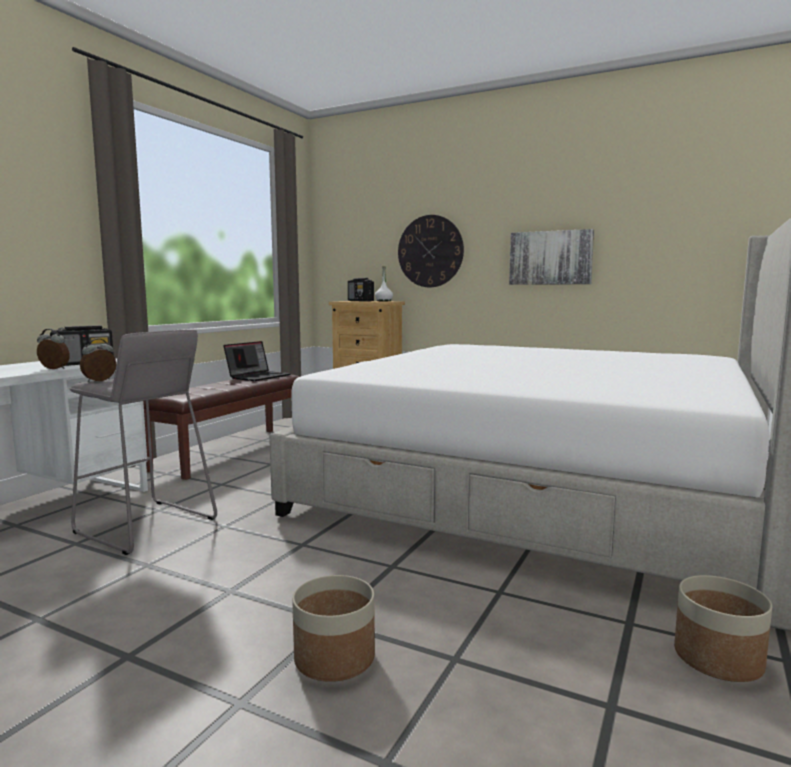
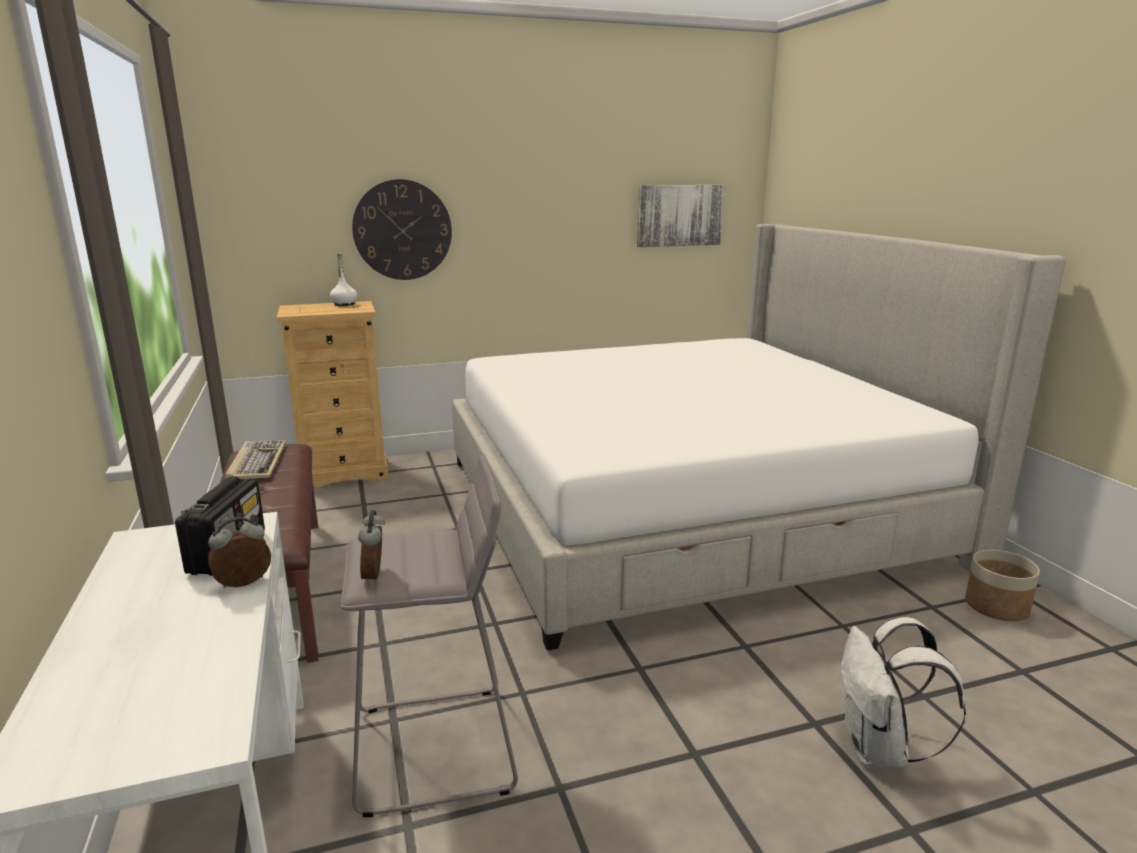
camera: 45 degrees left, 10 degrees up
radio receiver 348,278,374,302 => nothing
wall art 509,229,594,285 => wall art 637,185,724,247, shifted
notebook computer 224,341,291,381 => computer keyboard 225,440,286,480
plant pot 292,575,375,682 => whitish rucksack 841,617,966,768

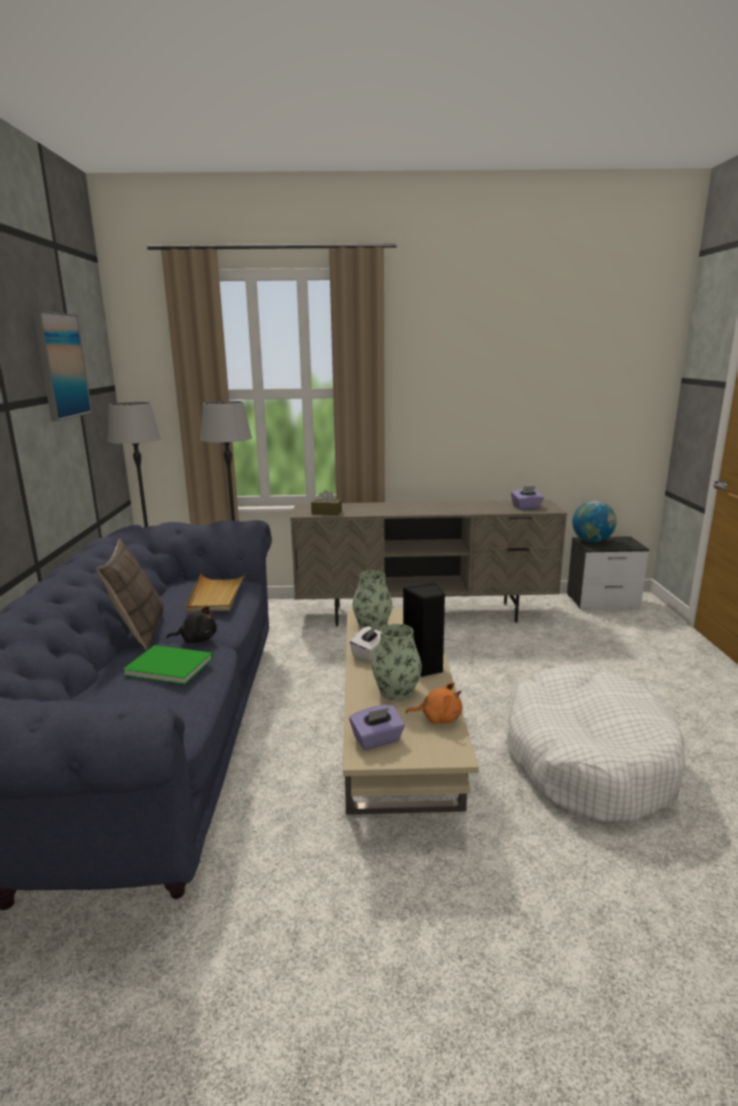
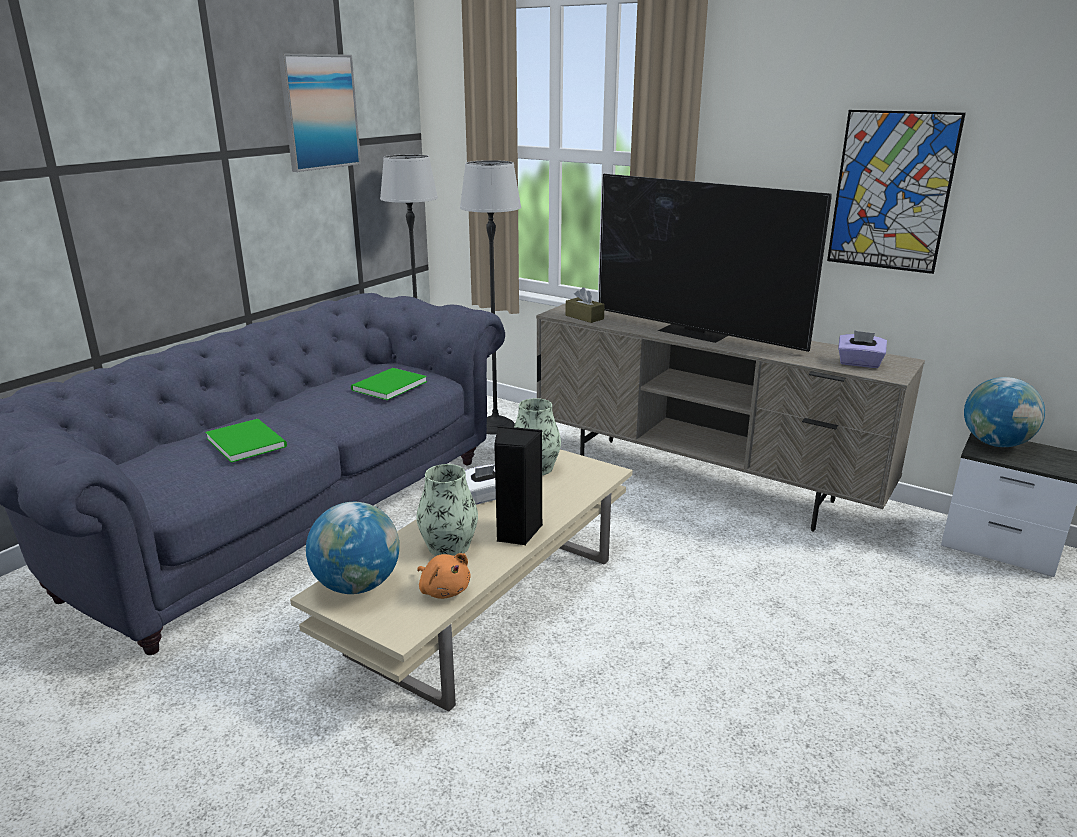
camera: 35 degrees right, 5 degrees up
pillow 97,539,163,651 => nothing
blackish cuddly toy 167,606,217,643 => nothing
whitish pet bed 505,664,685,825 => nothing
nothing => television 599,174,831,352
nothing => wall art 827,110,966,274
sand-coloured carrying tray 186,572,246,612 => greenish bound book 351,368,427,400
purplish tissue box 349,705,405,750 => desk globe 306,502,400,594

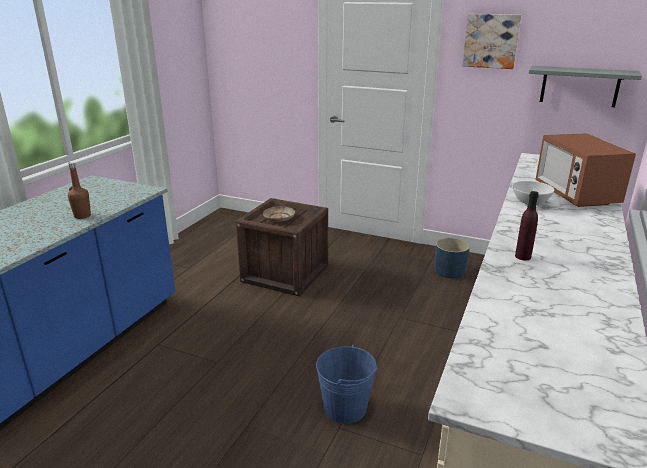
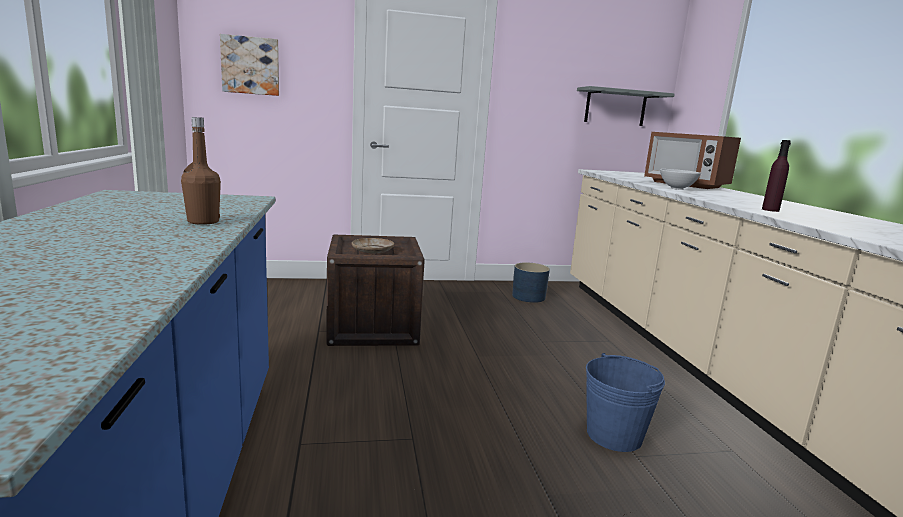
camera: 35 degrees left, 10 degrees down
wall art 462,14,521,69 => wall art 220,34,279,96, shifted

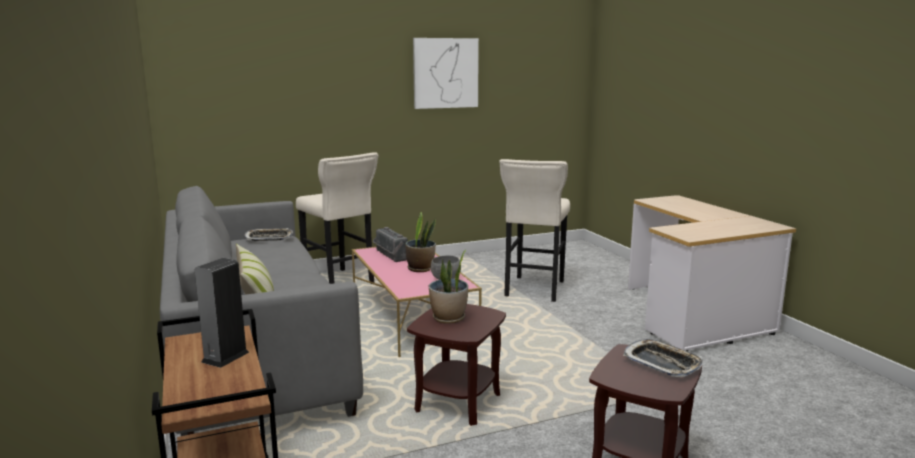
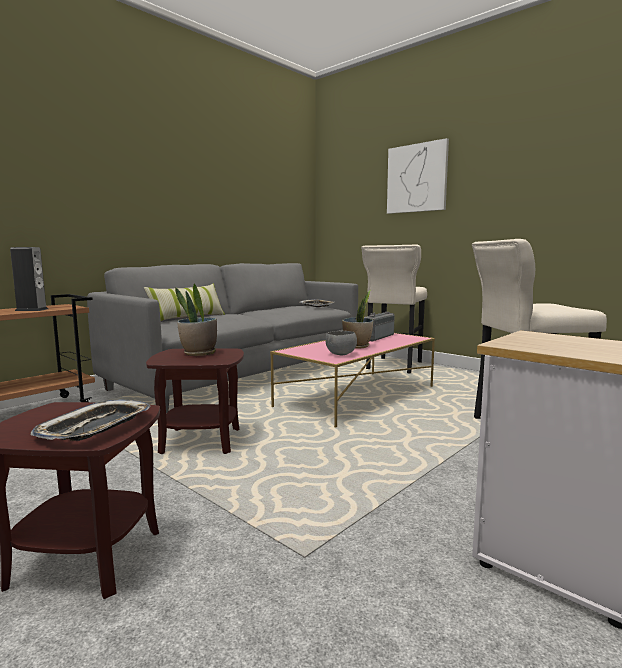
camera: 65 degrees right, 5 degrees down
wall art 413,38,479,109 => wall art 387,138,449,214, shifted

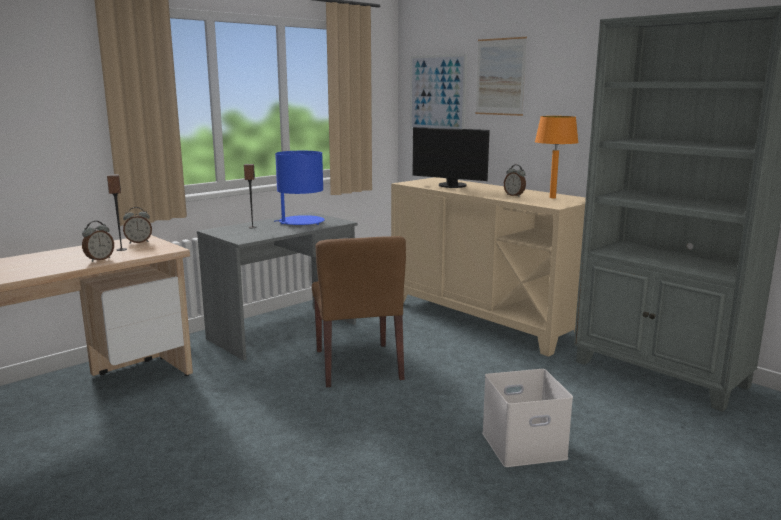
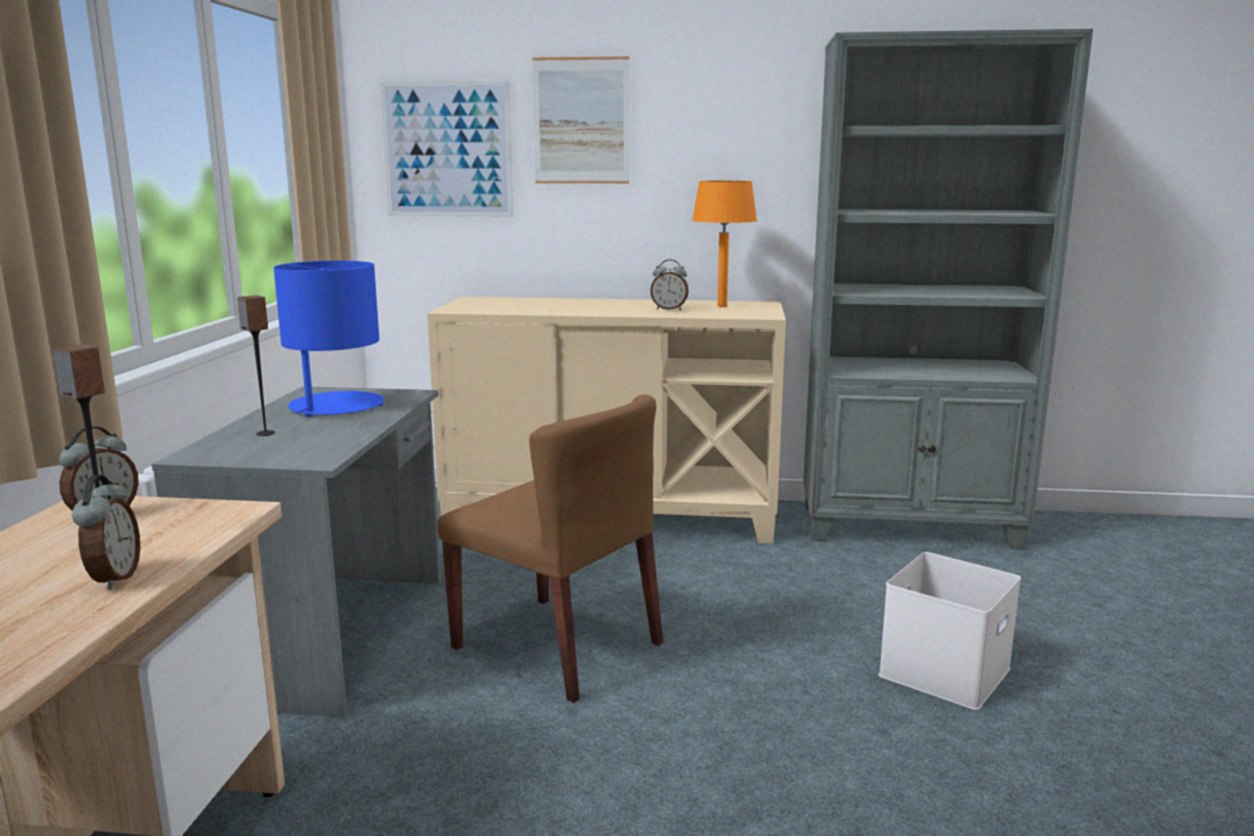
camera: 40 degrees left, 0 degrees up
computer screen 413,127,490,188 => nothing

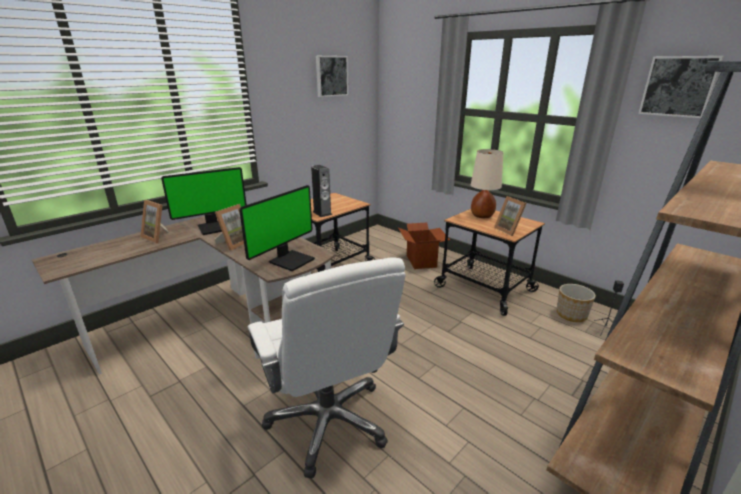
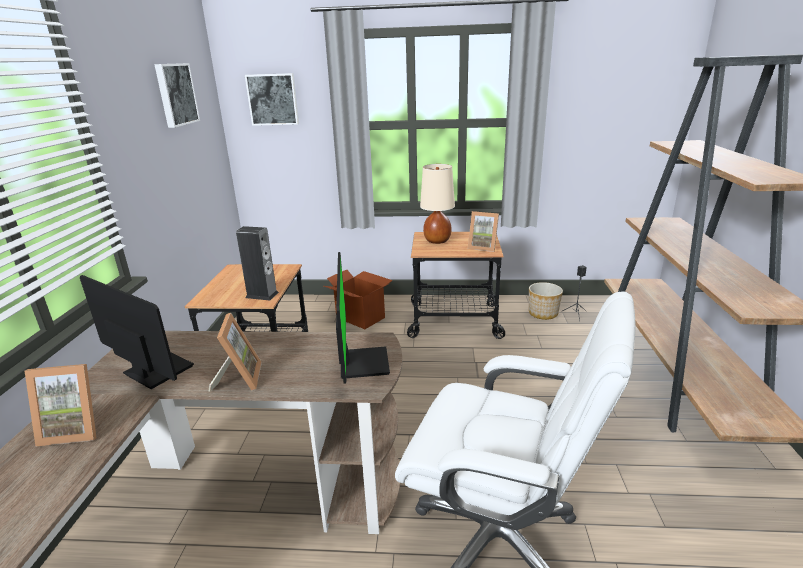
camera: 40 degrees left, 0 degrees up
wall art 638,56,724,118 => wall art 245,73,299,126, shifted
computer screen 161,167,247,235 => computer screen 80,275,194,389, 75 degrees counterclockwise

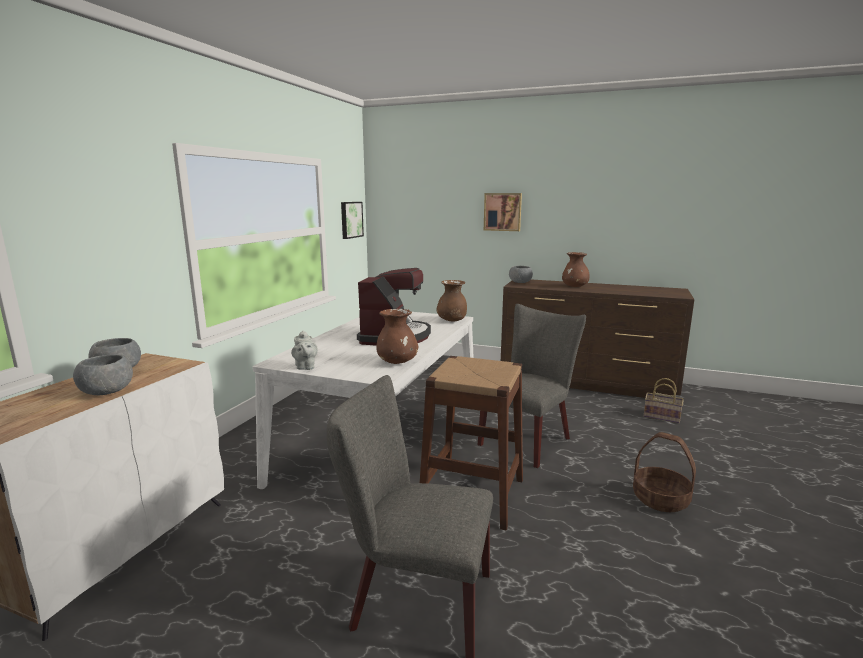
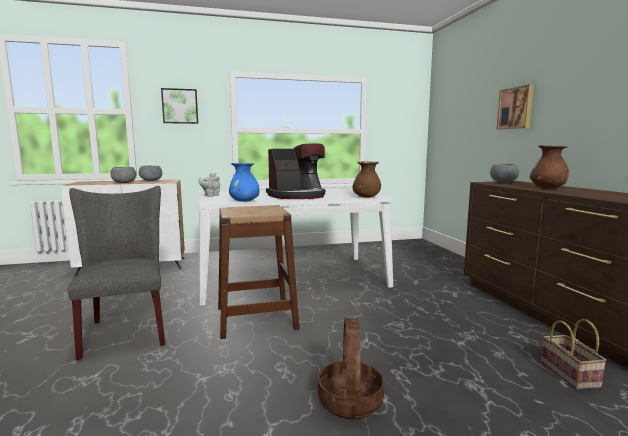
camera: 55 degrees right, 5 degrees down
greyish chair 478,304,586,468 => nothing
wall art 341,202,364,239 => wall art 161,88,198,124, shifted
brown decorative vase 376,309,418,364 => blue decorative vase 229,163,259,202

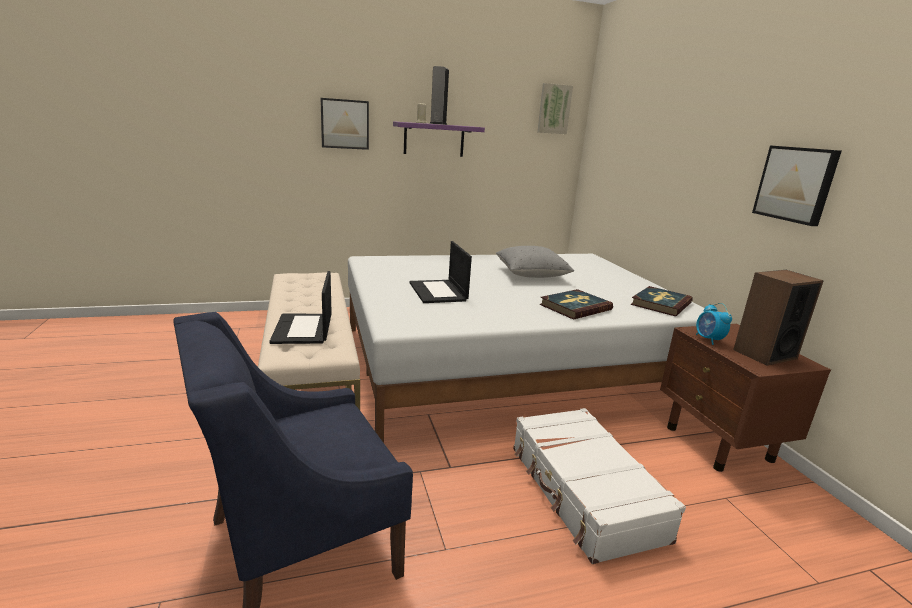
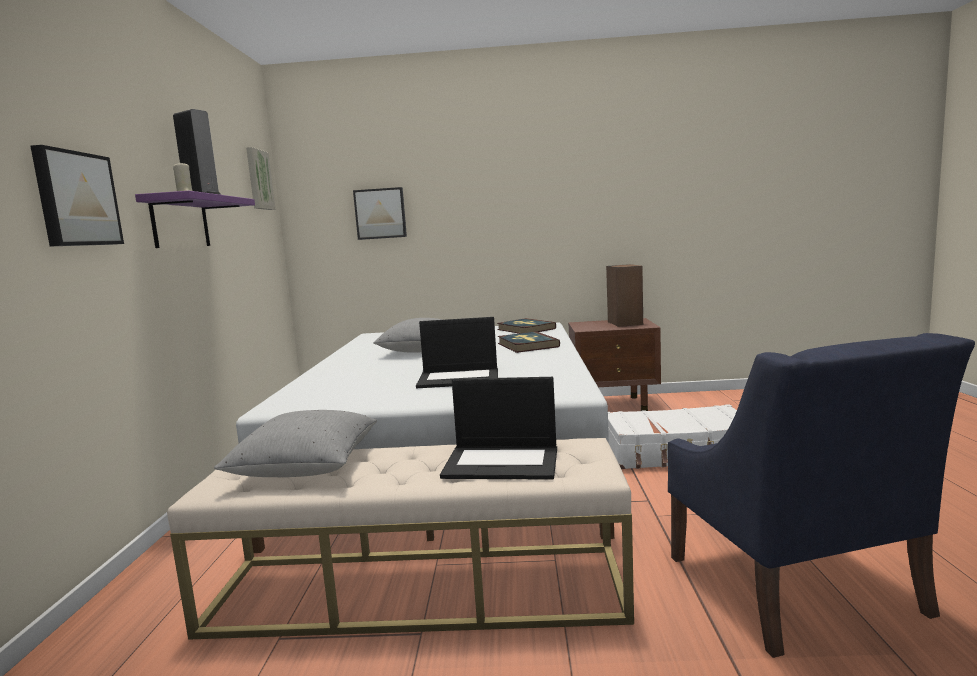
camera: 70 degrees left, 10 degrees down
alarm clock 696,303,732,345 => nothing
nothing => greyish pillow 214,410,377,477
wall art 752,145,841,226 => wall art 353,187,407,240, shifted

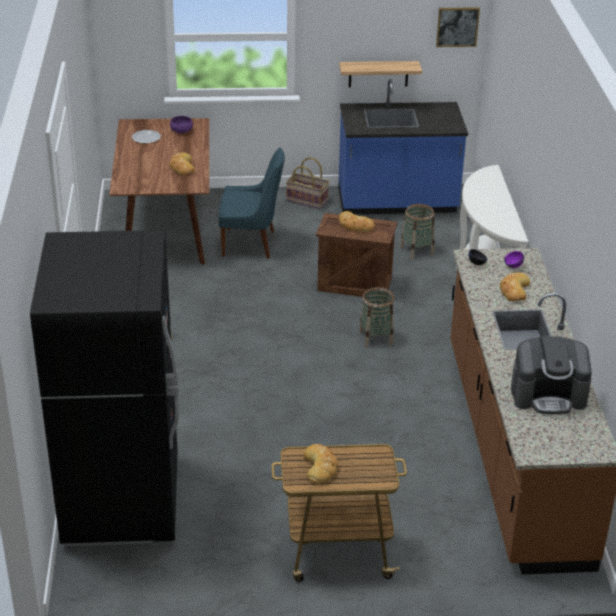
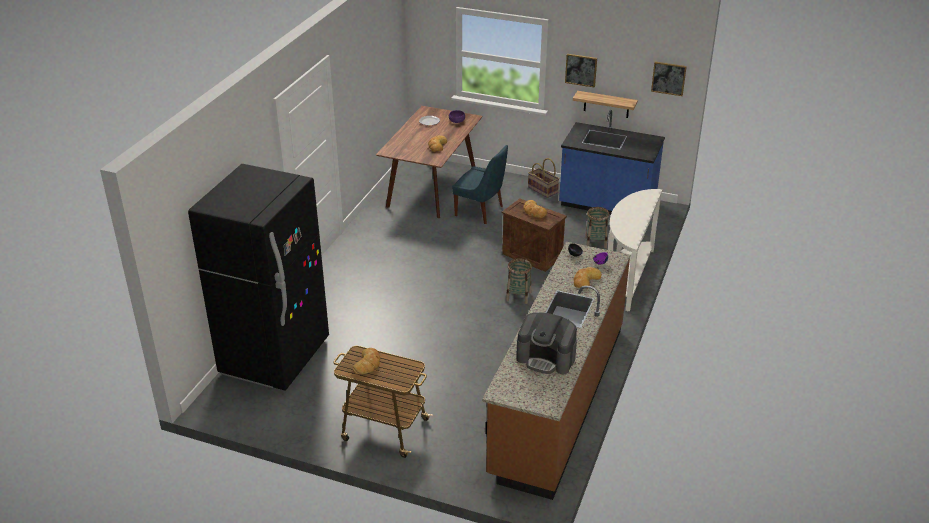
camera: 25 degrees right, 0 degrees up
nothing => wall art 565,54,597,88

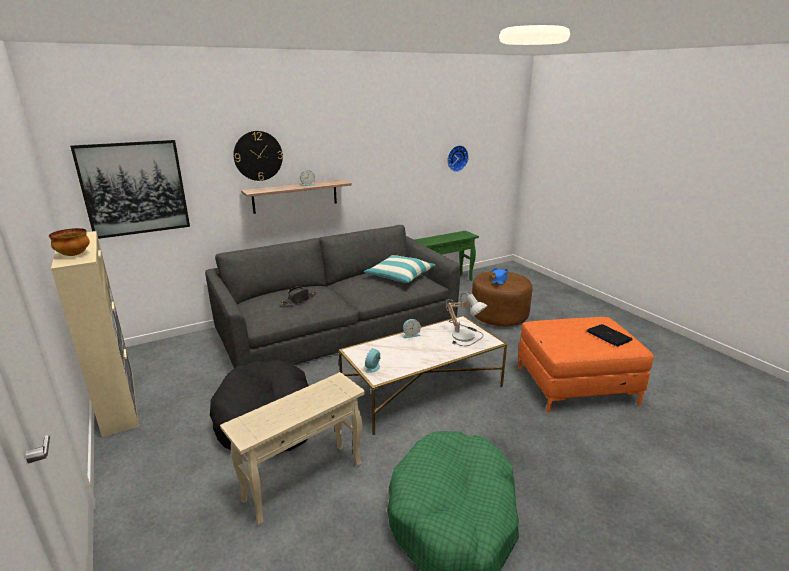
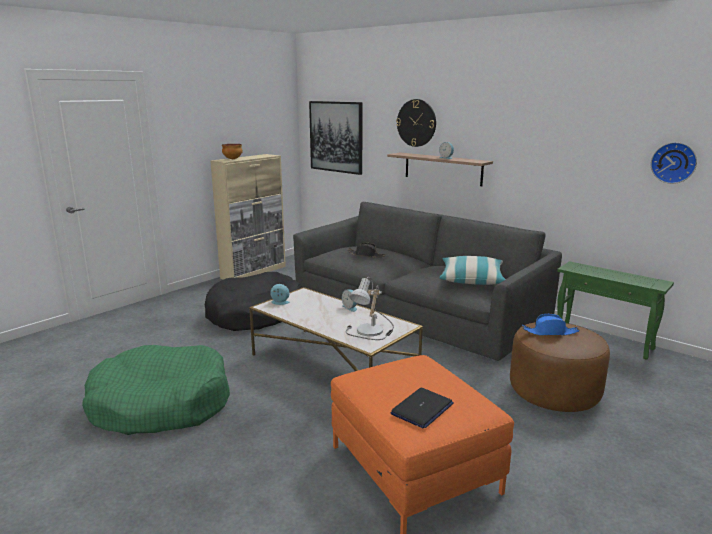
camera: 70 degrees right, 5 degrees down
sand-coloured side table 220,372,365,525 => nothing

